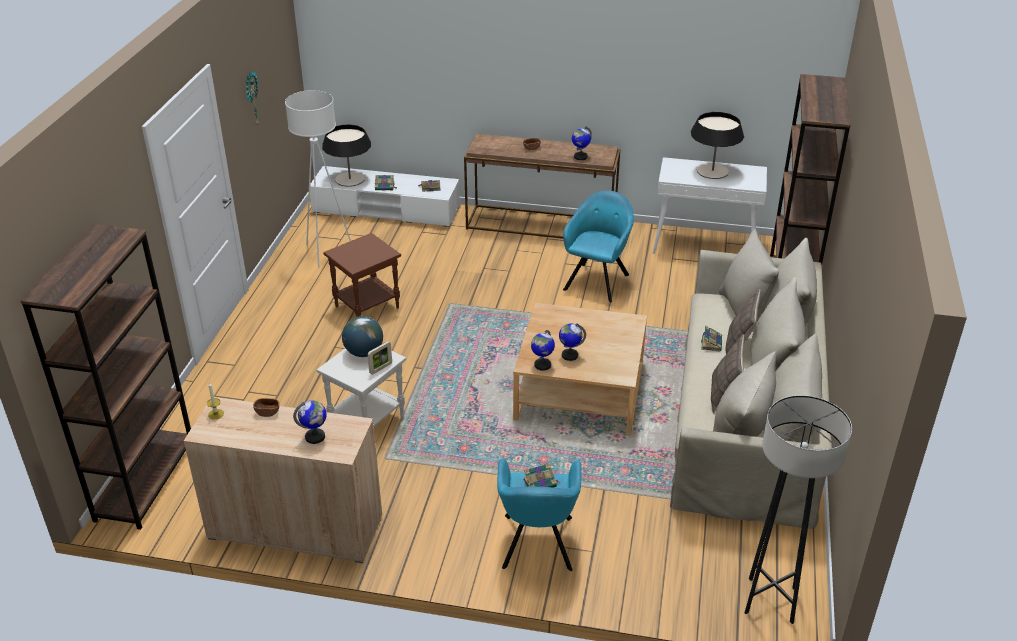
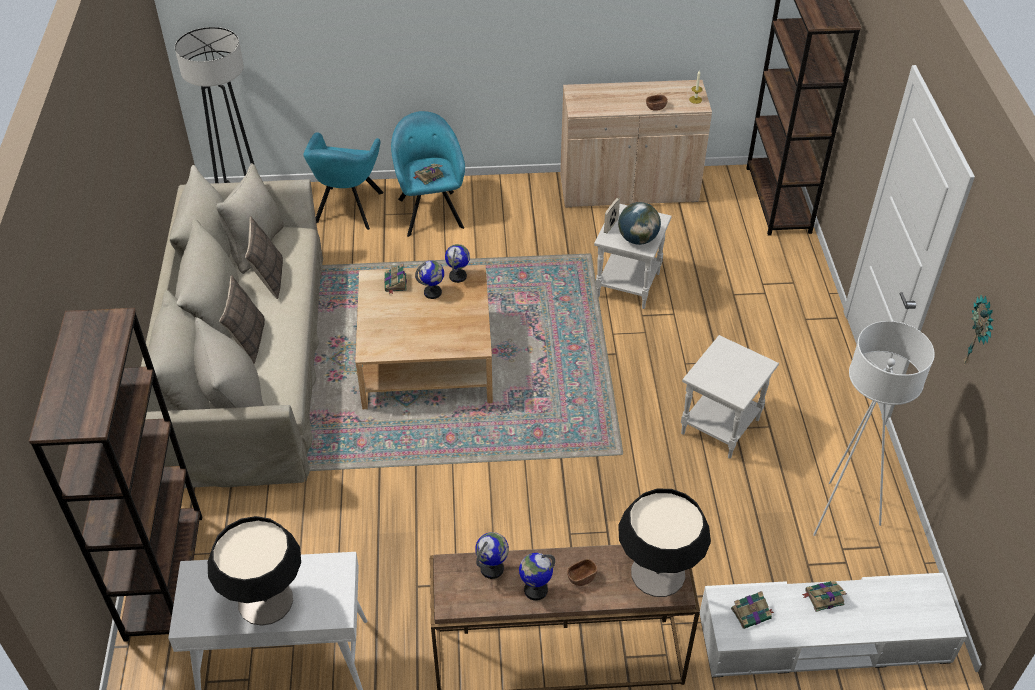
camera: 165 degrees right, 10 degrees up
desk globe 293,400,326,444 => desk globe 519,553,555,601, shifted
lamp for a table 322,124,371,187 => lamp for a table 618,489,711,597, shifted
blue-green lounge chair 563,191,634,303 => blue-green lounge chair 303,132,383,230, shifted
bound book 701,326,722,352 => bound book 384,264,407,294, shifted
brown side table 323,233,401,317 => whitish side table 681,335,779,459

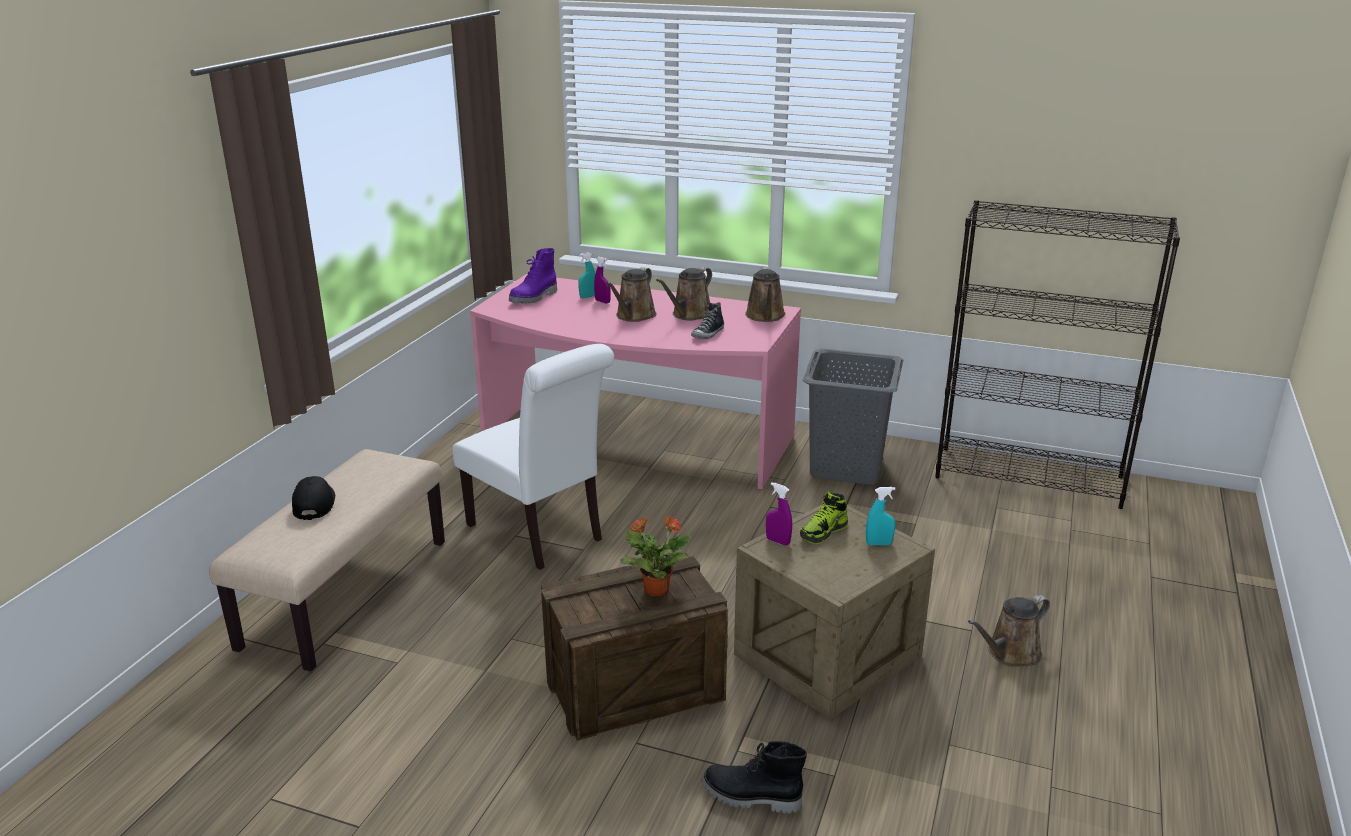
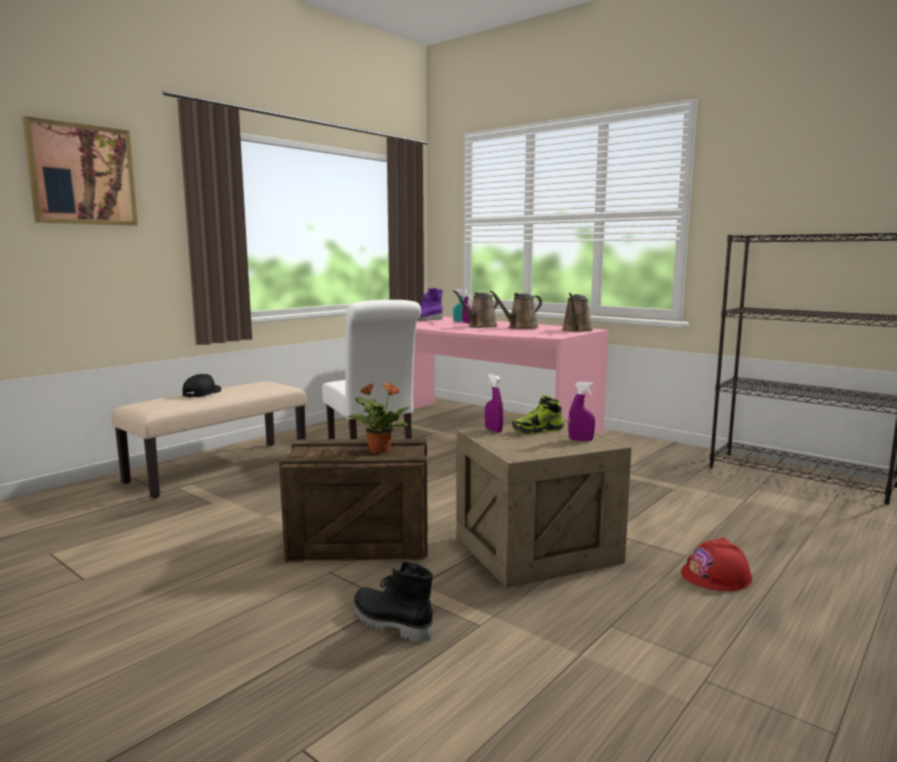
camera: 20 degrees right, 15 degrees down
low shoe 691,302,724,339 => nothing
greyish hamper 803,348,903,485 => nothing
nothing => wall art 22,116,138,226
brown sprinkling can 968,595,1050,667 => red-coloured hard hat 681,537,752,591
blue-green hand sprayer 866,487,896,545 => purplish hand sprayer 568,382,595,441

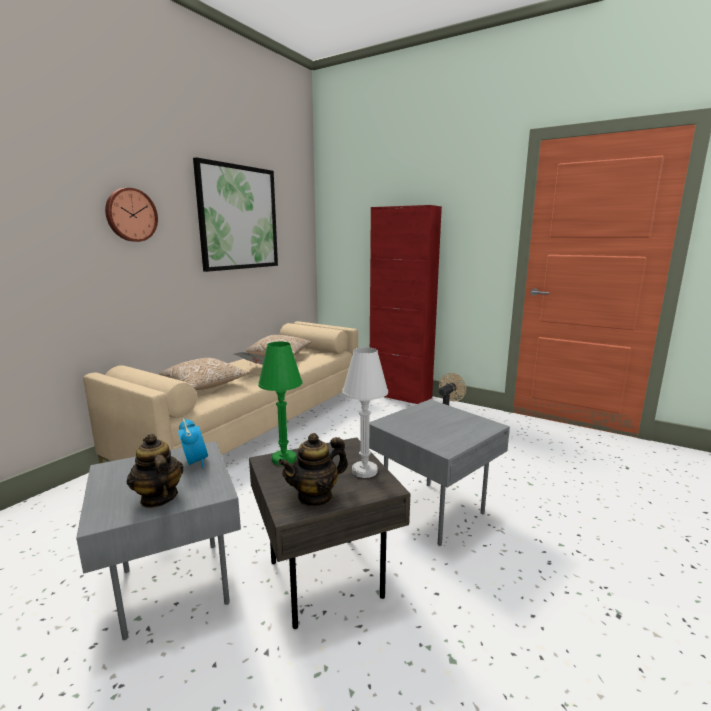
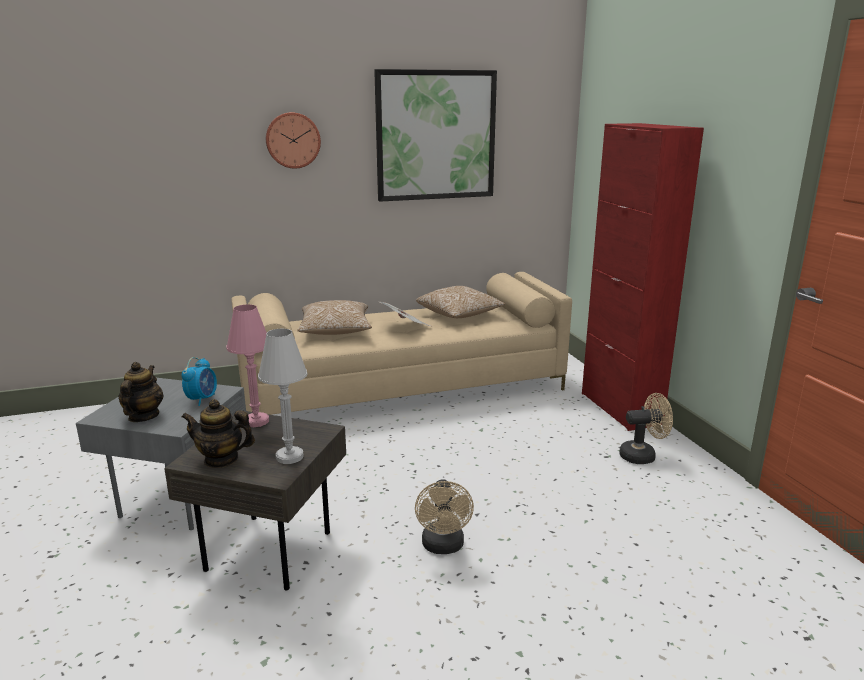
camera: 40 degrees right, 5 degrees up
greyish side table 369,399,510,546 => sand-coloured electric fan 415,479,474,554
greenish lamp for a table 258,341,303,466 => pink lamp for a table 226,304,269,427

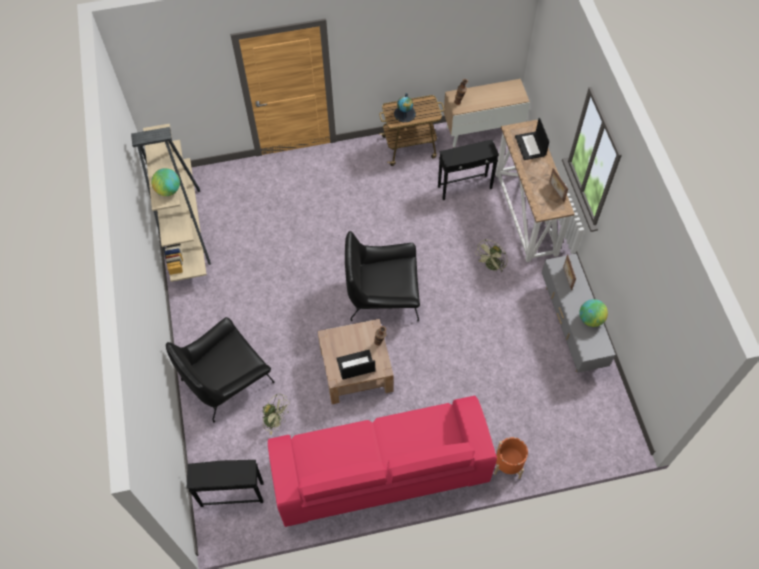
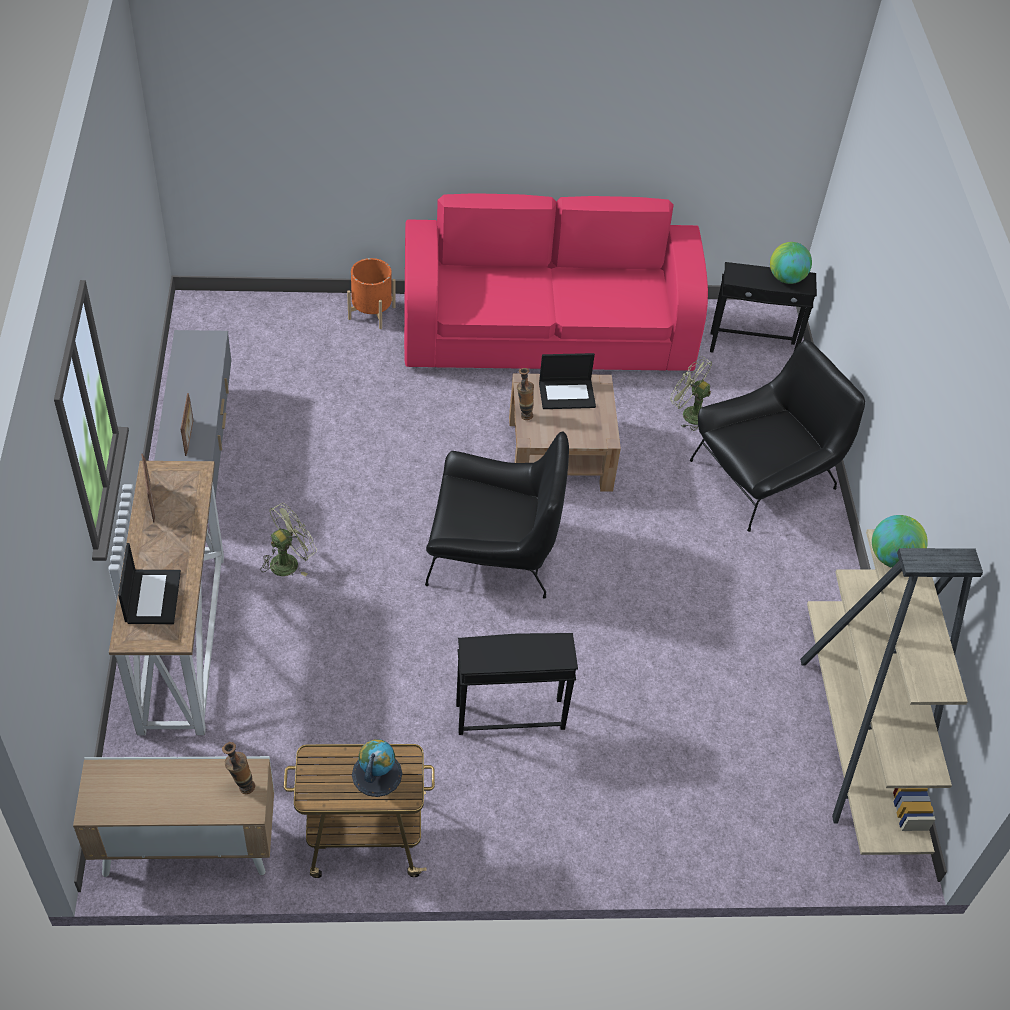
camera: 175 degrees left, 10 degrees down
blackish side table 438,140,499,200 => blackish side table 456,633,578,735, shifted
desk globe 579,299,608,327 => desk globe 770,242,812,284, shifted

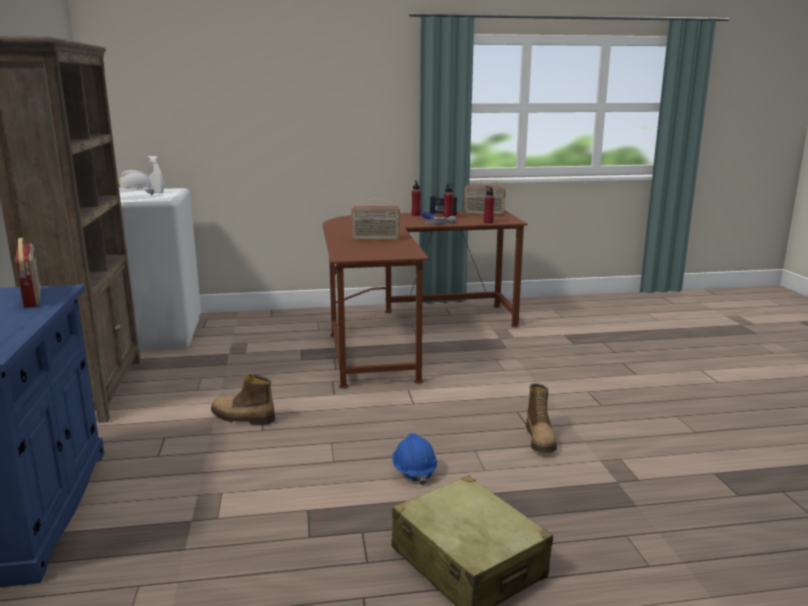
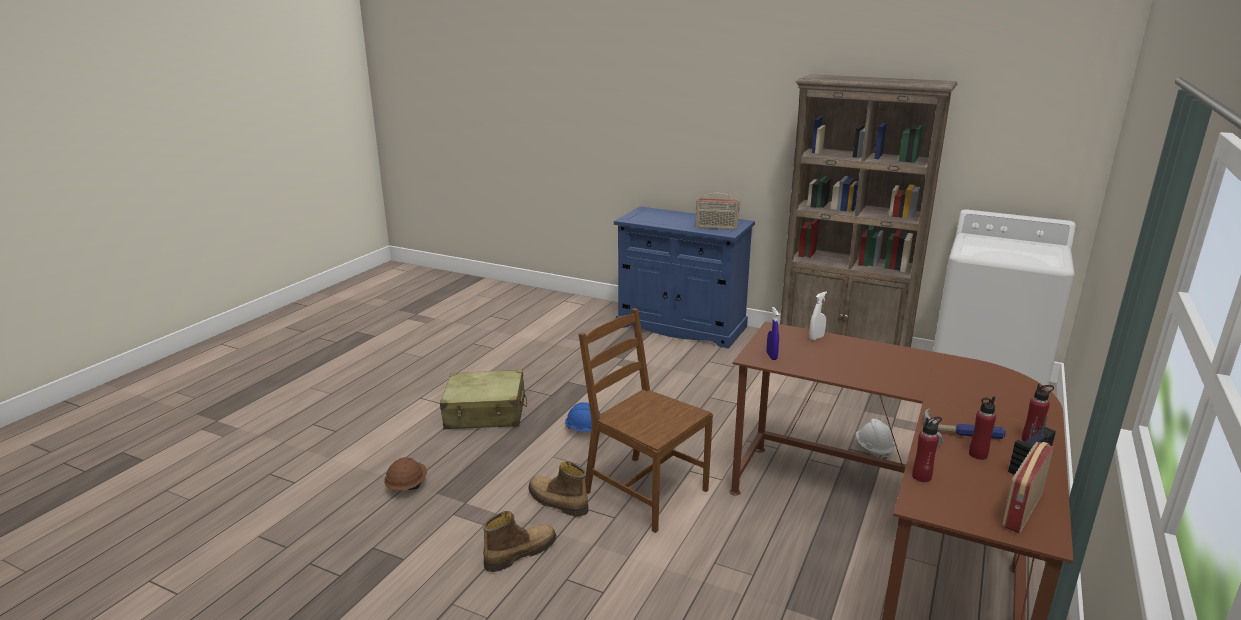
camera: 125 degrees right, 5 degrees up
radio receiver 351,199,400,240 => nothing
nothing => brown hard hat 384,457,427,491
nothing => brown chair 579,308,713,533
nothing => blue hand sprayer 767,307,779,360
whitish hard hat 118,170,155,195 => whitish hard hat 856,419,895,460, shifted
whitish hand sprayer 148,156,164,193 => whitish hand sprayer 809,292,827,340, shifted
tall boot 211,374,275,425 => tall boot 483,511,557,572, shifted

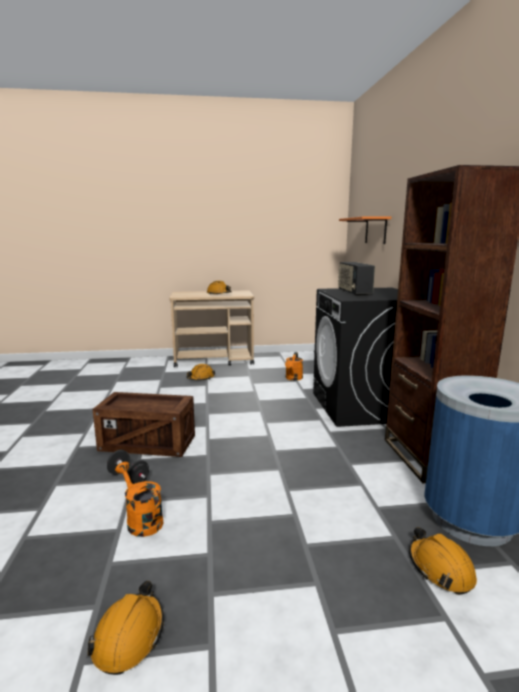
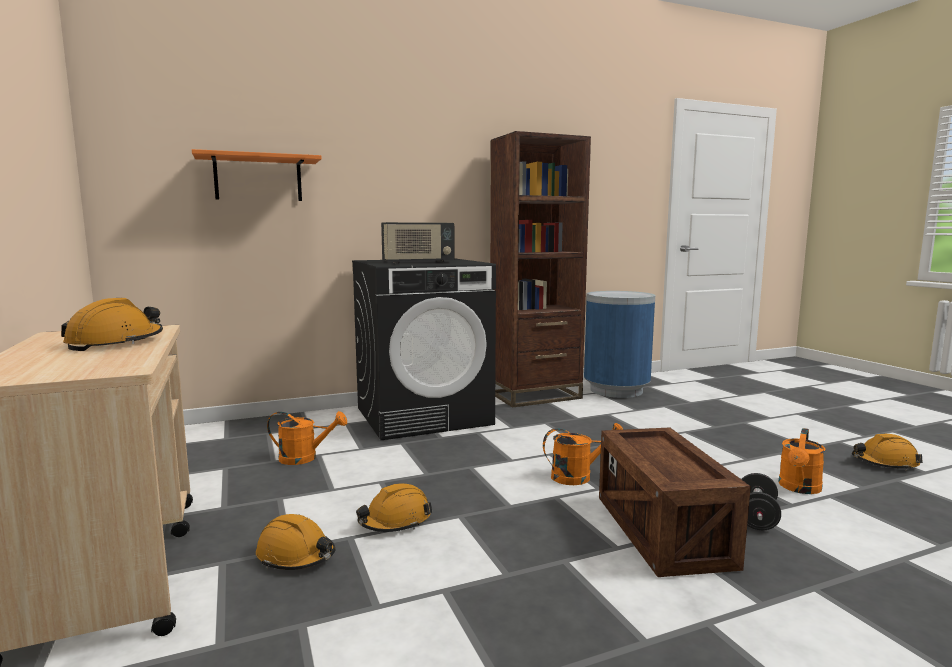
camera: 105 degrees left, 5 degrees down
nothing => orange sprinkling can 543,423,624,485
orange hard hat 409,527,477,595 => orange hard hat 356,483,432,532, shifted

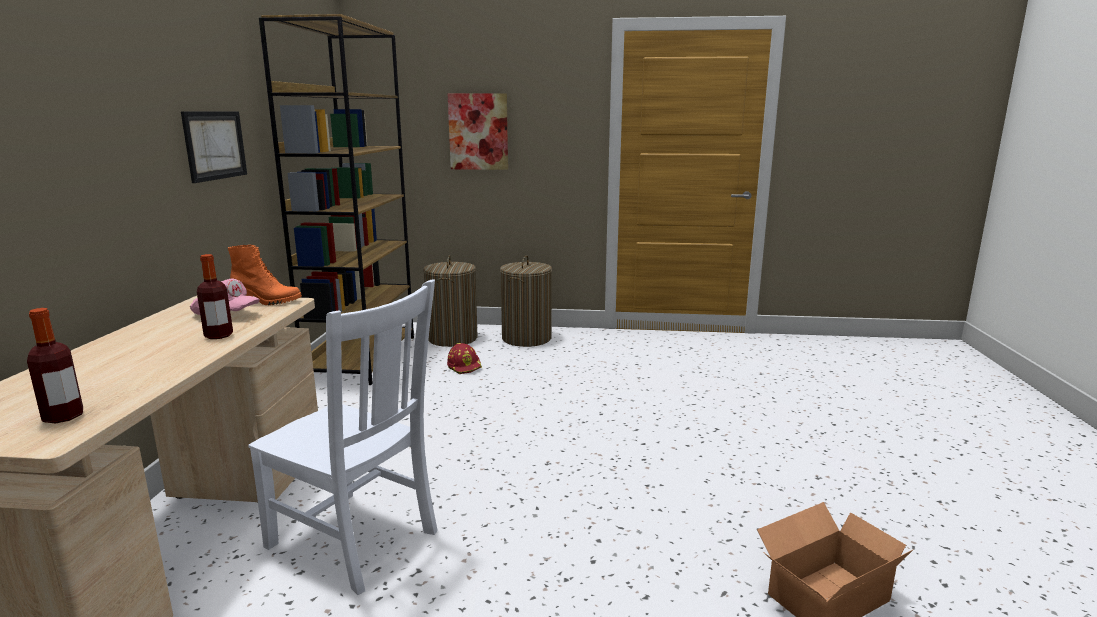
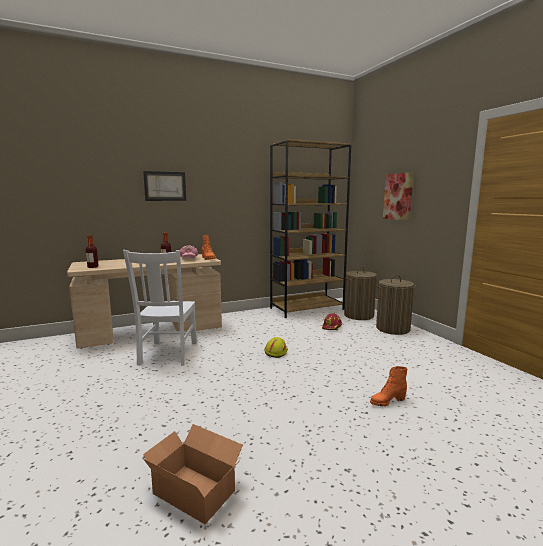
camera: 60 degrees right, 5 degrees down
nothing => yellowish hard hat 264,337,288,358
nothing => orange tall boot 370,366,408,406
wall art 181,112,247,183 => wall art 143,171,186,201, shifted

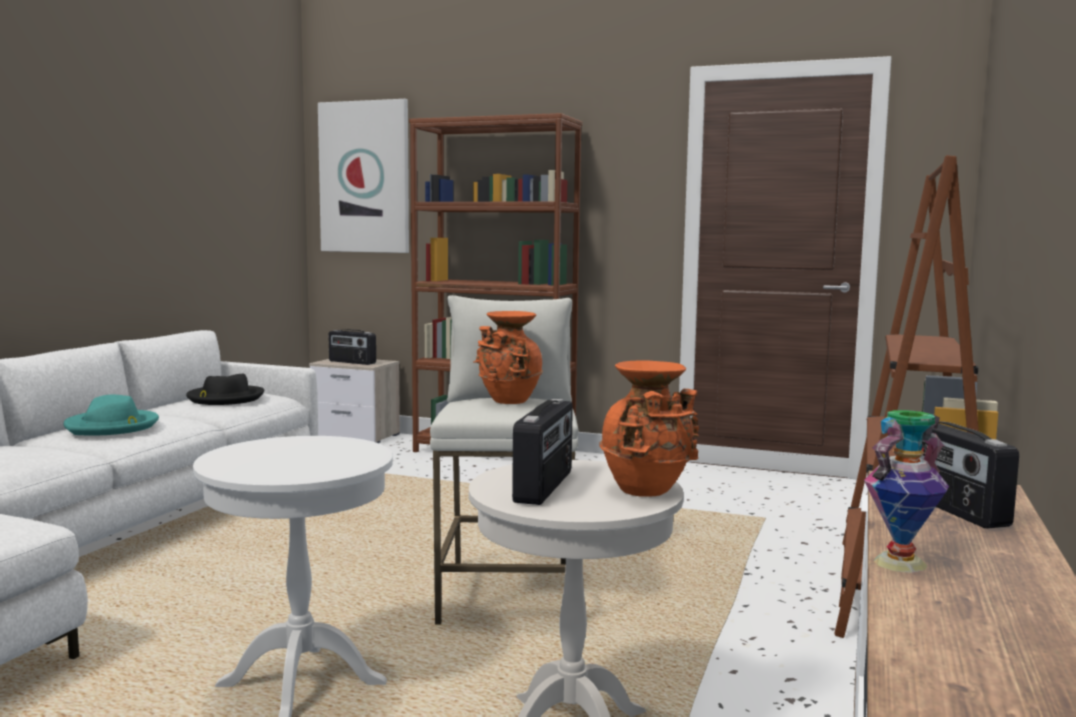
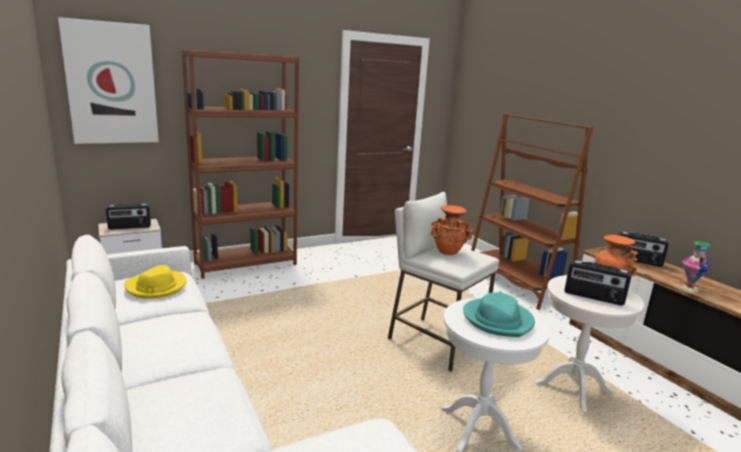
camera: 50 degrees left, 10 degrees up
blue-green wearable hat 64,395,159,435 => blue-green wearable hat 463,292,535,337, shifted
blackish wearable hat 186,373,264,405 => yellowish wearable hat 125,265,187,299
radio receiver 512,398,573,505 => radio receiver 564,260,631,306, 150 degrees clockwise

